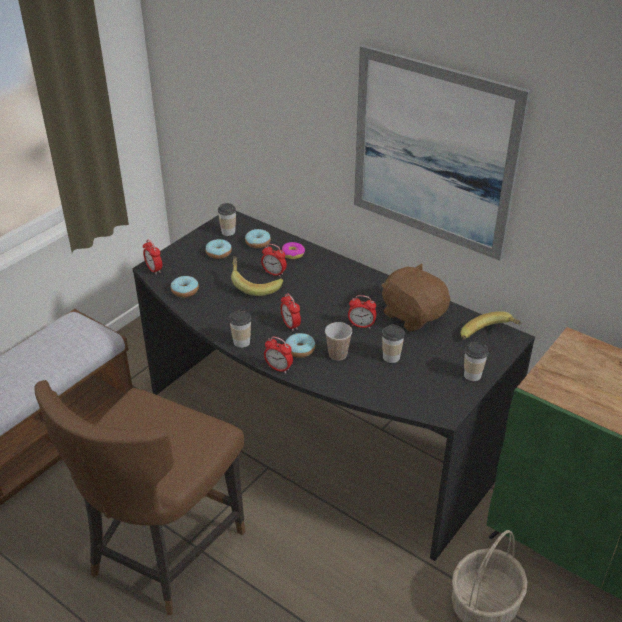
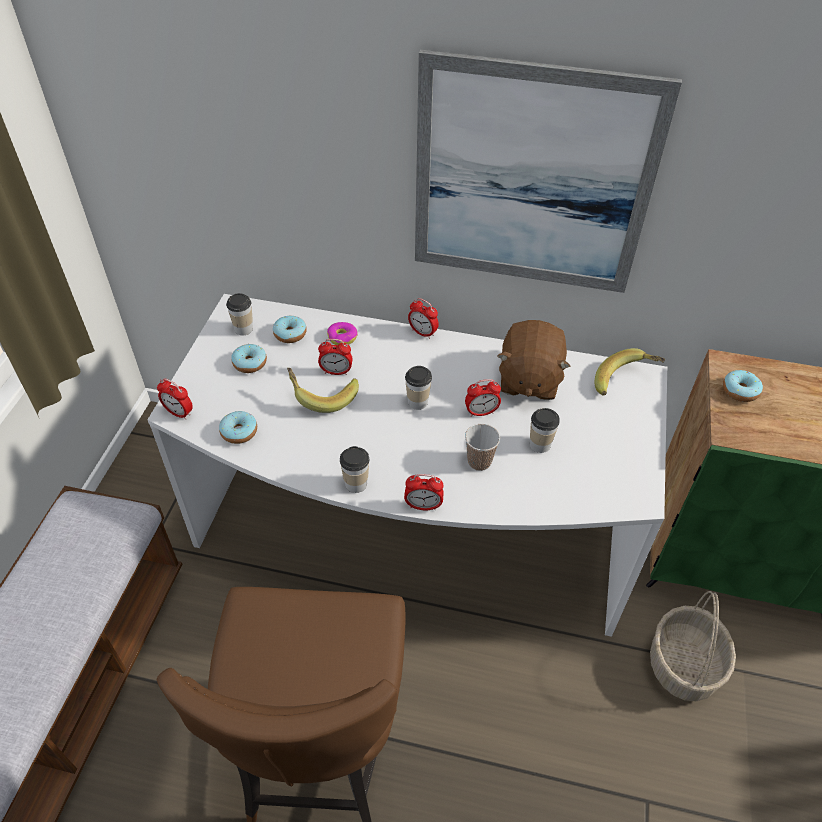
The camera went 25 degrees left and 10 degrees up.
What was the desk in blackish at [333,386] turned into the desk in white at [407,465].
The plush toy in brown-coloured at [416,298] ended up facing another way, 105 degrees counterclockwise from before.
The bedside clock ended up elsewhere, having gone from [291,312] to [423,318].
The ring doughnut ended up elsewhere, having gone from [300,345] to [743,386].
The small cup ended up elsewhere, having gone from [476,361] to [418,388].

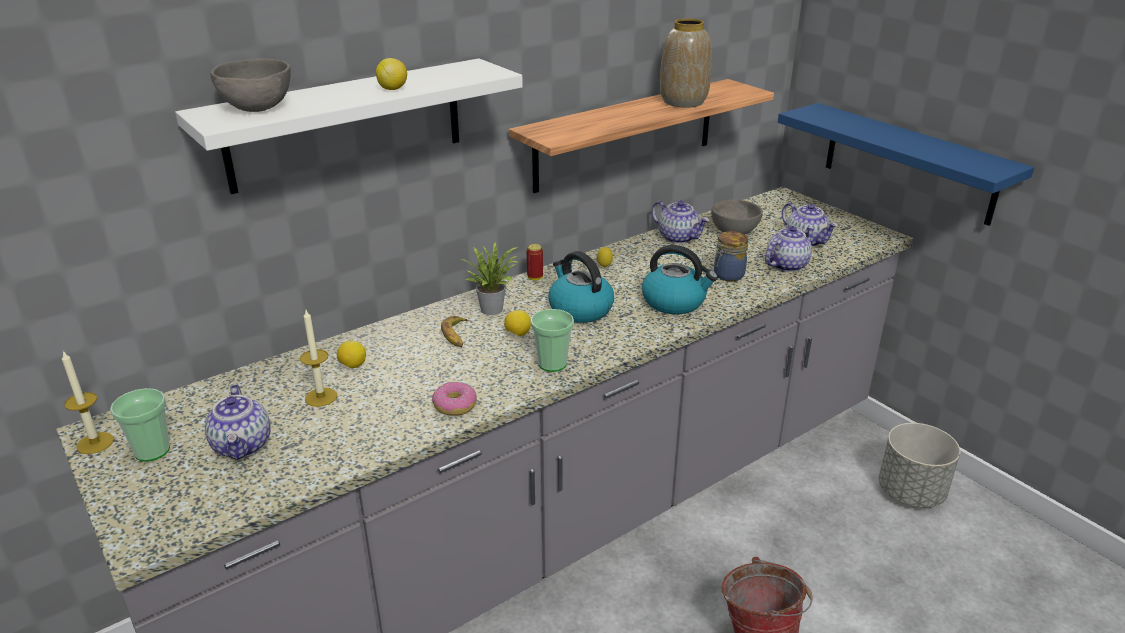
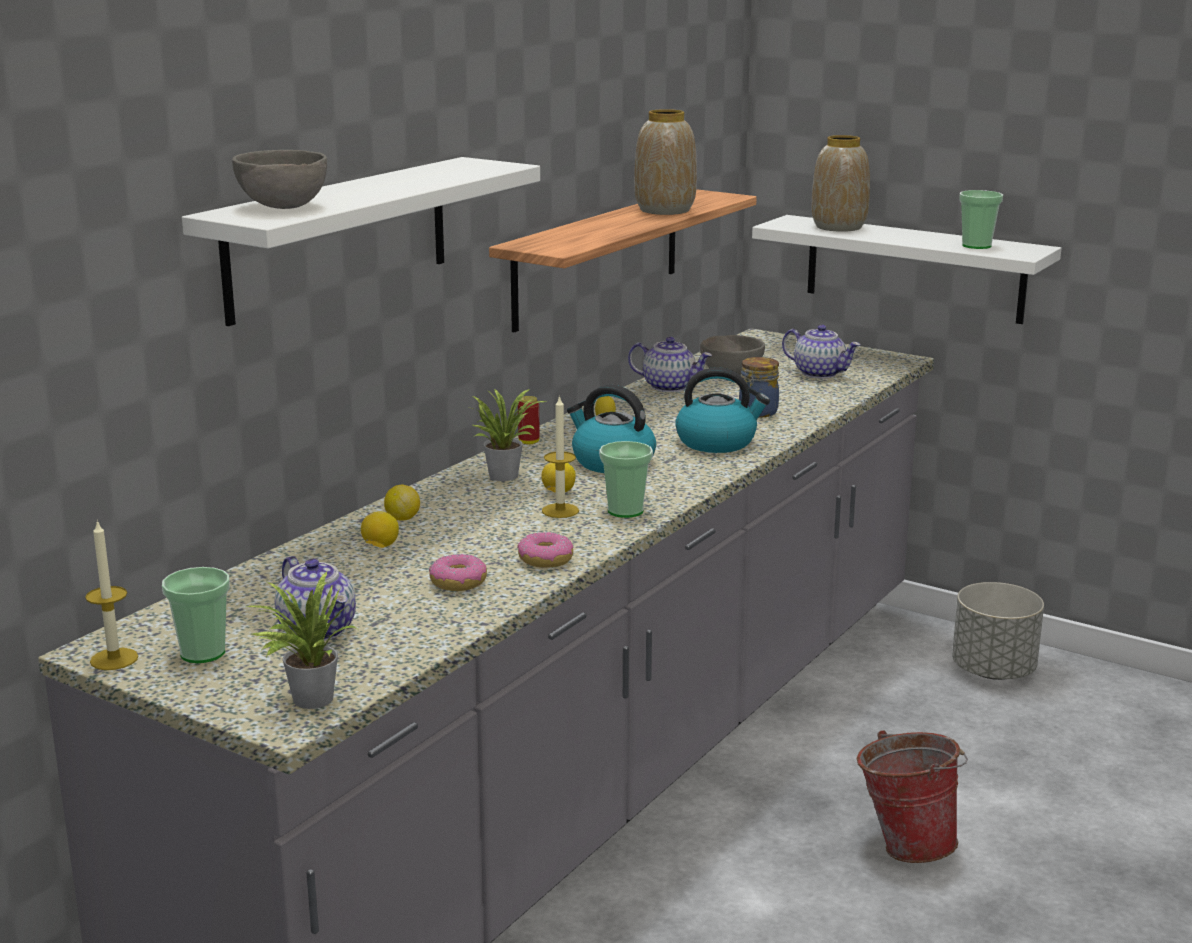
The camera went 20 degrees left and 10 degrees down.
The citrus fruit ended up elsewhere, having gone from [391,74] to [402,503].
What was the wall shelf in blue-coloured at [906,164] turned into the wall shelf in white at [906,269].
The second view lost the teapot at [790,249].
The wax light ended up elsewhere, having gone from [318,358] to [560,456].
The second view lost the banana at [454,331].
The second view gained the decorative vase at [841,183].
The second view gained the small cup at [981,219].
The second view gained the ring doughnut at [458,572].
The second view gained the plant in a pot at [300,640].

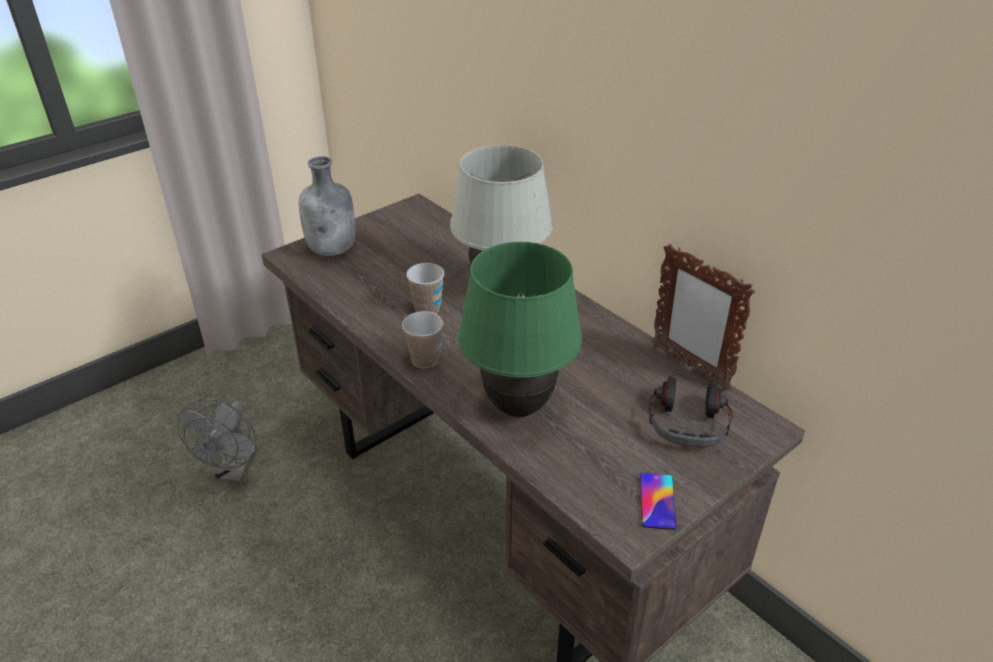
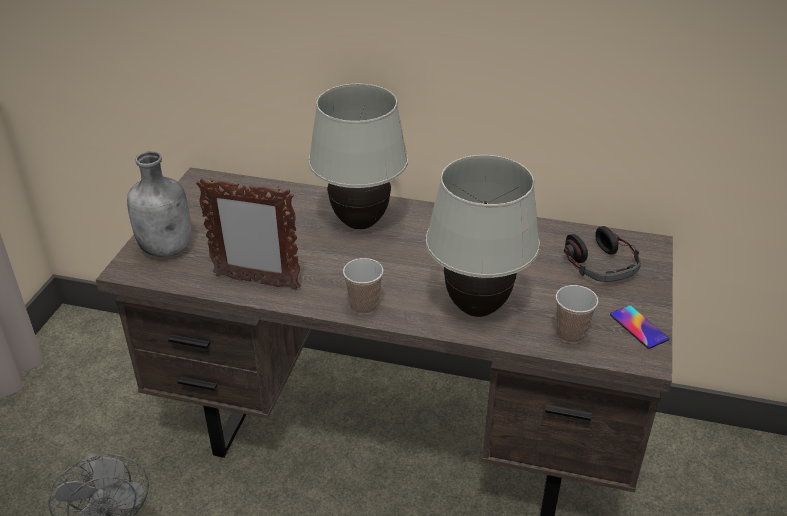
The camera went 35 degrees left and 0 degrees up.
What was the table lamp in greenish at [520,329] turned into the table lamp in white at [483,236].
The photo frame ended up elsewhere, having gone from [703,317] to [248,234].
The small cup ended up elsewhere, having gone from [425,288] to [577,314].

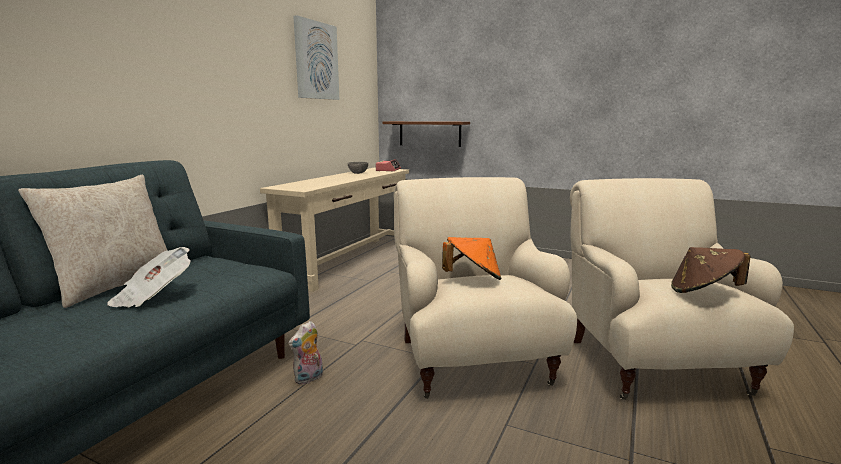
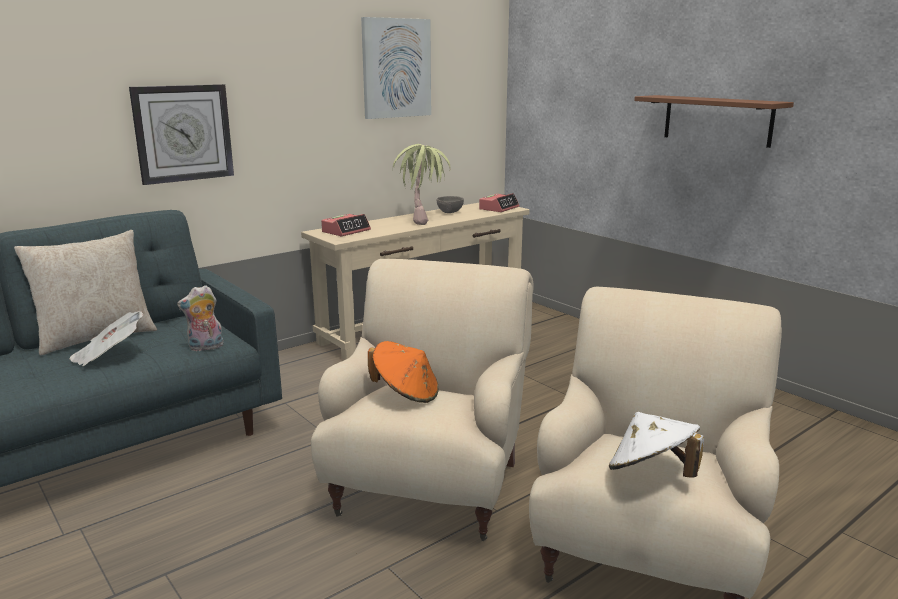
The camera went 25 degrees right and 5 degrees up.
The wall shelf in brown-coloured ended up elsewhere, having gone from [426,134] to [714,121].
What was the wearable hat in brown-coloured at [711,270] turned into the wearable hat in white at [656,445].
The plush toy ended up elsewhere, having gone from [305,353] to [200,318].
The second view gained the clock on the wall at [181,134].
The second view gained the plant in a pot at [421,184].
The second view gained the bedside clock at [346,225].

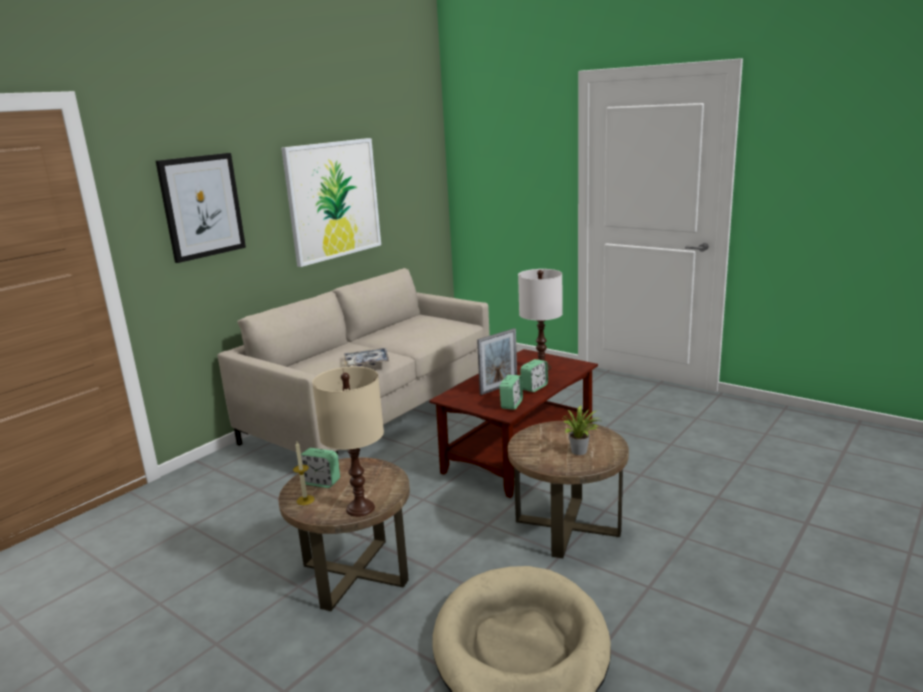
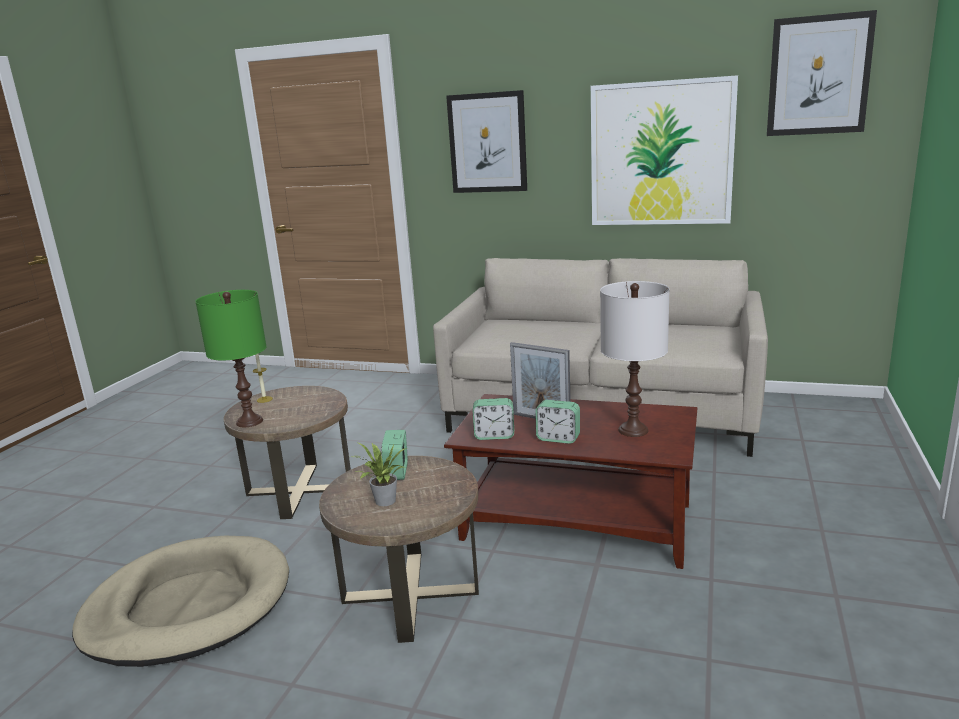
The camera went 70 degrees right and 0 degrees up.
The second view lost the tray at [366,357].
What was the table lamp in beige at [348,442] turned into the table lamp in greenish at [231,358].
The bedside clock ended up elsewhere, having gone from [320,468] to [395,455].
The second view gained the wall picture at [822,73].

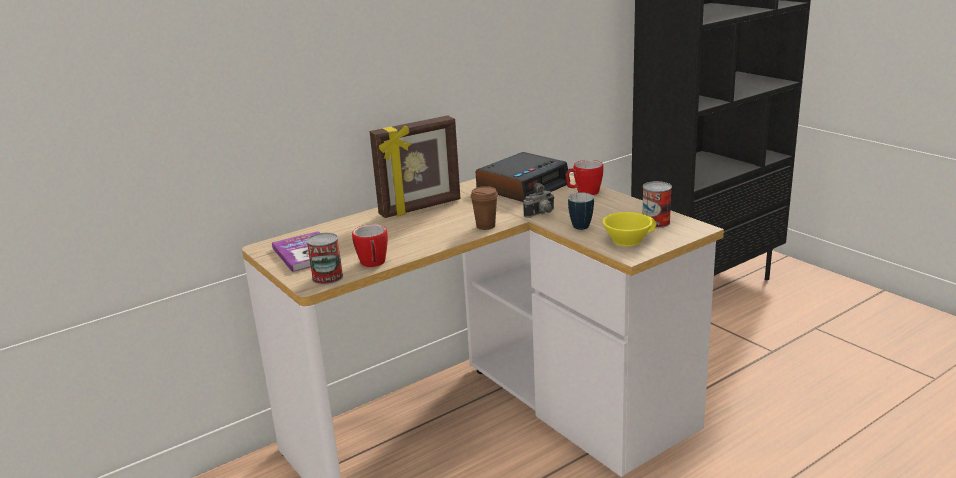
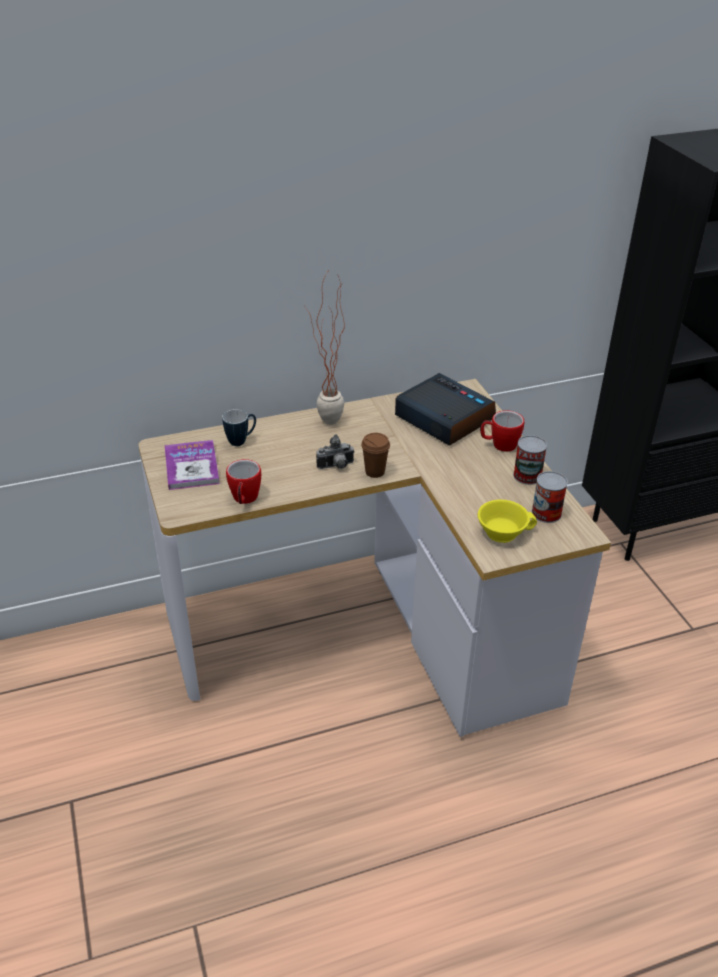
The camera went 15 degrees right and 15 degrees up.
Where the photo frame stood at [415,166], the plant in a pot came to stand at [325,347].
The bedside clock at [522,177] ended up facing another way, 105 degrees counterclockwise from before.
The still camera ended up elsewhere, having gone from [538,200] to [335,452].
The tea mug ended up elsewhere, having gone from [581,211] to [239,427].
The can ended up elsewhere, having gone from [324,258] to [530,460].

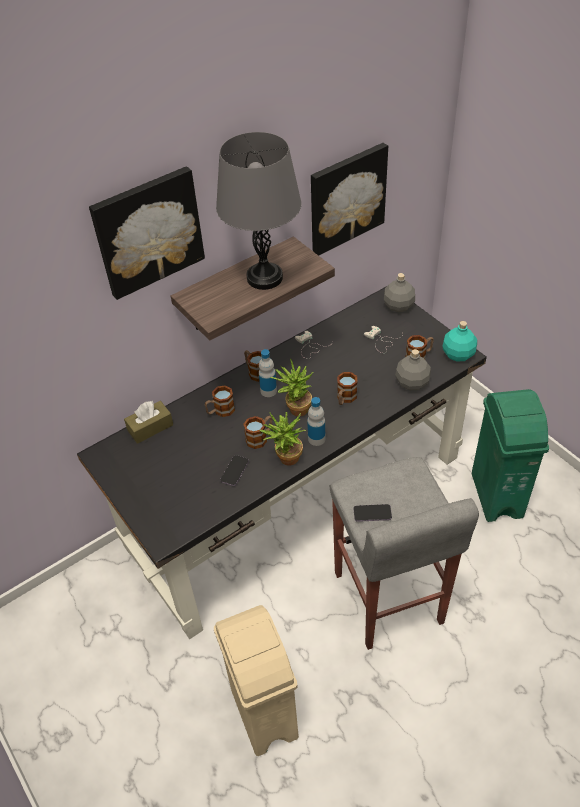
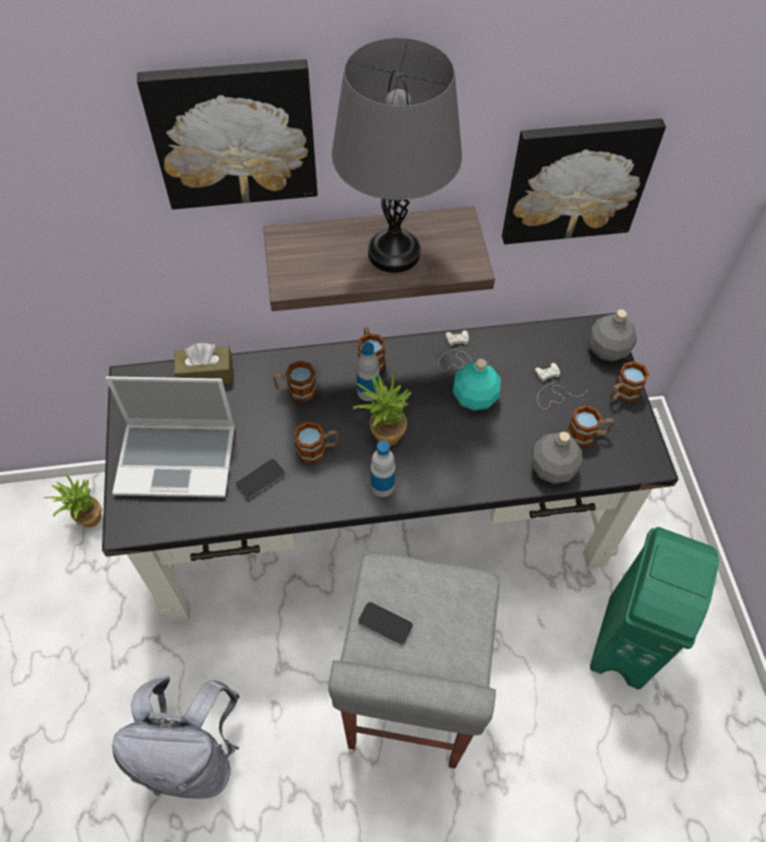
The camera went 25 degrees right and 10 degrees up.
The beverage bottle in turquoise-coloured ended up elsewhere, having gone from [459,341] to [477,385].
The tea mug ended up elsewhere, having gone from [347,388] to [630,382].
The plant in a pot ended up elsewhere, having gone from [282,439] to [73,500].
Where the waste bin in beige stood at [256,680], the knapsack in grey came to stand at [176,737].
The second view gained the notebook computer at [170,437].

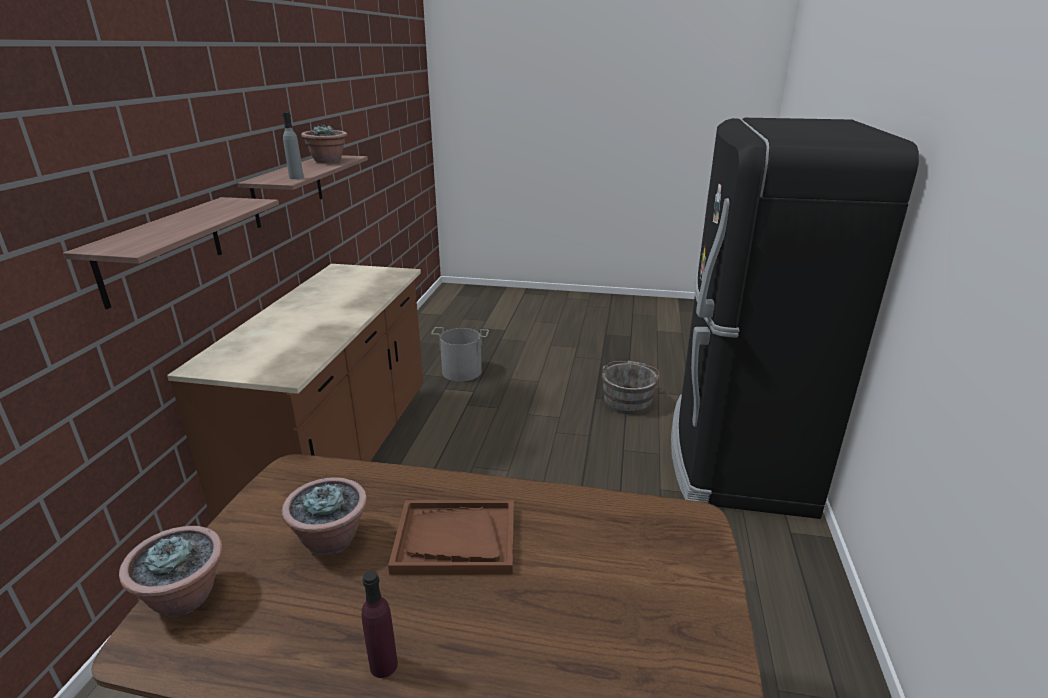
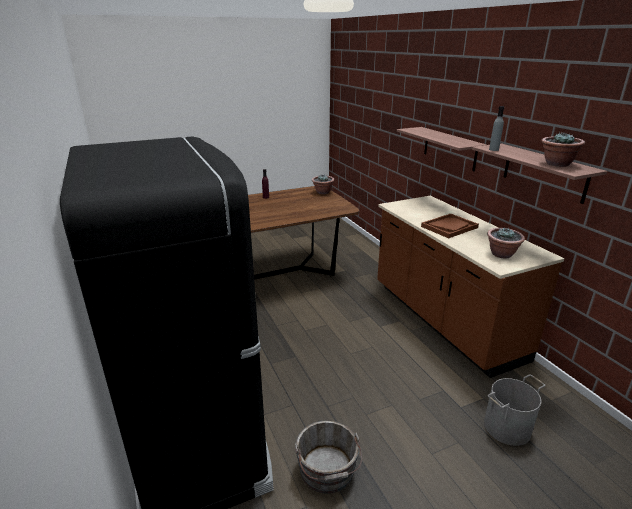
The camera went 145 degrees right and 0 degrees up.
The plant in a pot ended up elsewhere, having gone from [324,516] to [506,243].
The tray in brown-coloured ended up elsewhere, having gone from [451,537] to [450,226].

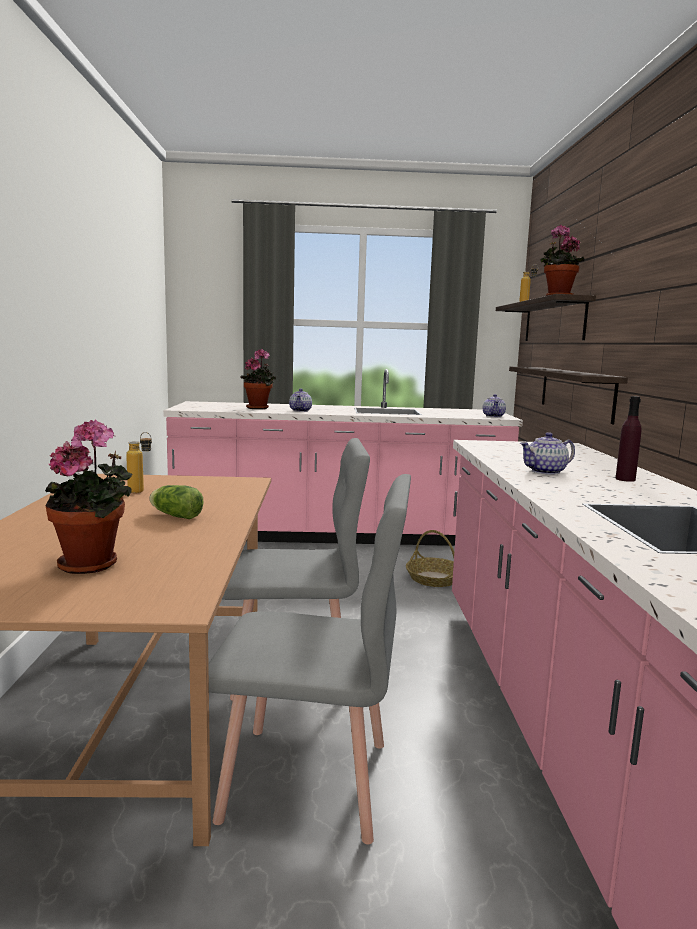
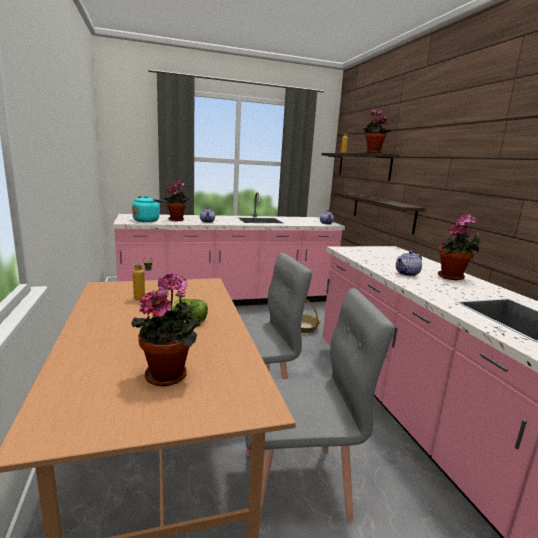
The camera went 15 degrees left and 5 degrees up.
Where the beverage bottle in purple-coloured stood at [628,439], the plant in a pot came to stand at [459,247].
The second view gained the tea kettle in turquoise-coloured at [148,209].

